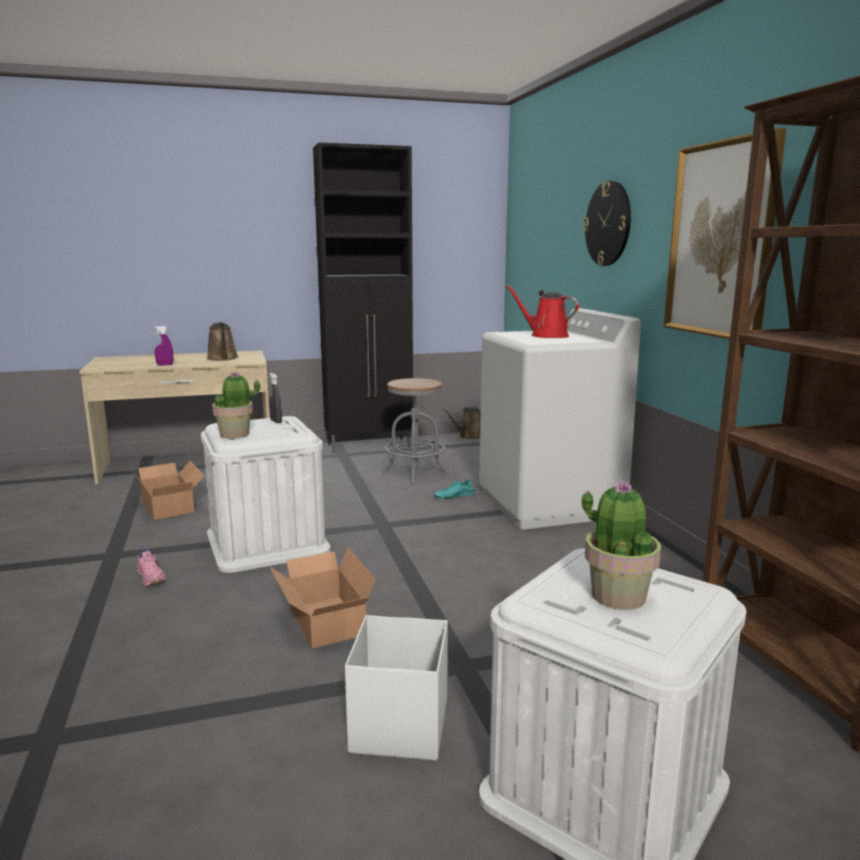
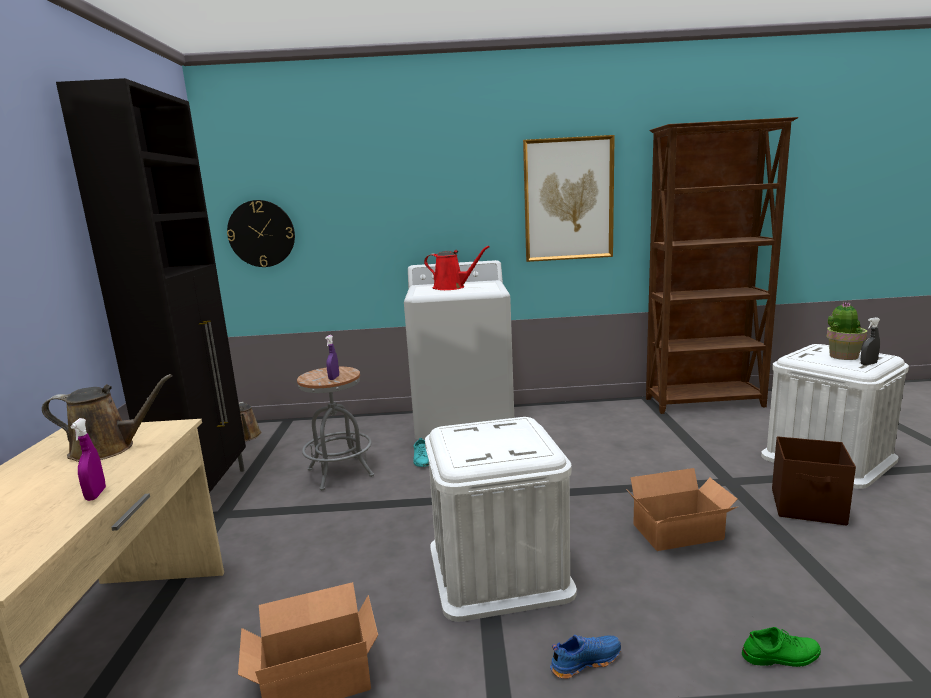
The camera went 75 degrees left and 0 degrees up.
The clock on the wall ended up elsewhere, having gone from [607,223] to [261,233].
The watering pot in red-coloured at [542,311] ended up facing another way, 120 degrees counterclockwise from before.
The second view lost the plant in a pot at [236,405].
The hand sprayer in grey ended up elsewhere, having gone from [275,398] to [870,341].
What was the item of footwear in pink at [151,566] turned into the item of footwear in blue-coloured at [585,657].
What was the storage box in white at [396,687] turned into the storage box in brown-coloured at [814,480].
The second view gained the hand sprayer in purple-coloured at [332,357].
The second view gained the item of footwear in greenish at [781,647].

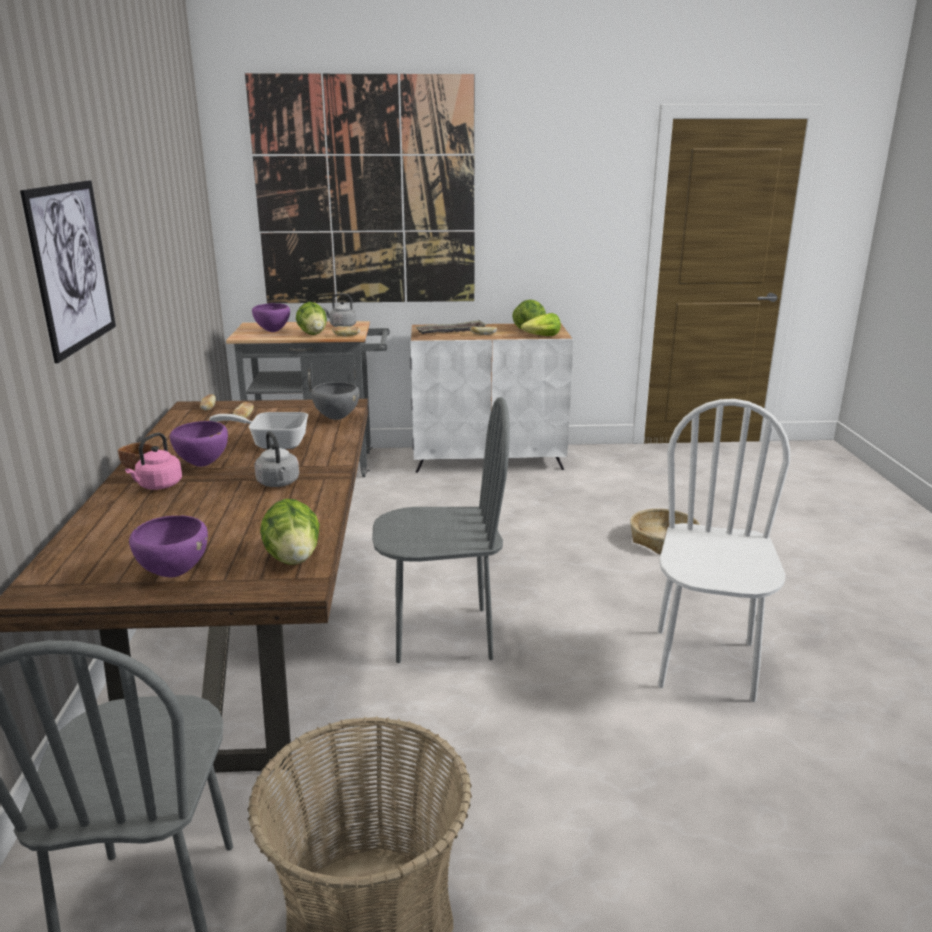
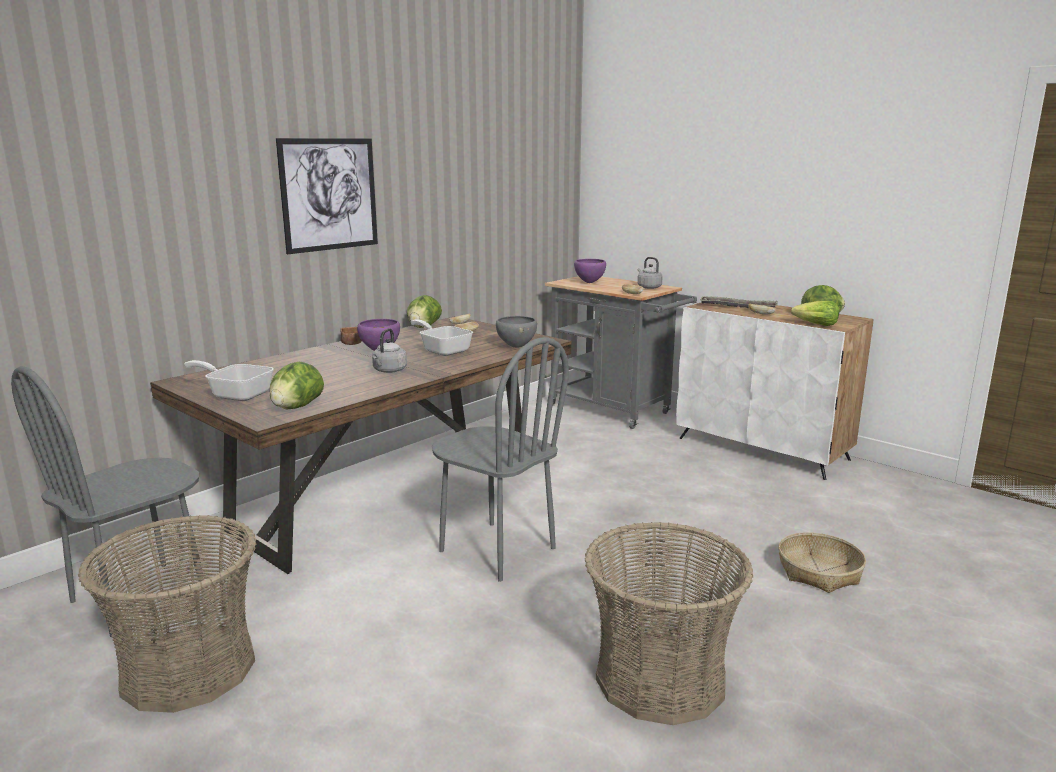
The camera went 45 degrees right and 5 degrees down.
The second view lost the wall picture at [360,188].
The lettuce head ended up elsewhere, having gone from [311,318] to [424,311].
Where the upright chair in white stood at [724,550], the household basket came to stand at [668,623].
The second view lost the tea kettle in pink at [153,461].
Where the bowl in purple-coloured stood at [168,546], the skillet came to stand at [229,380].

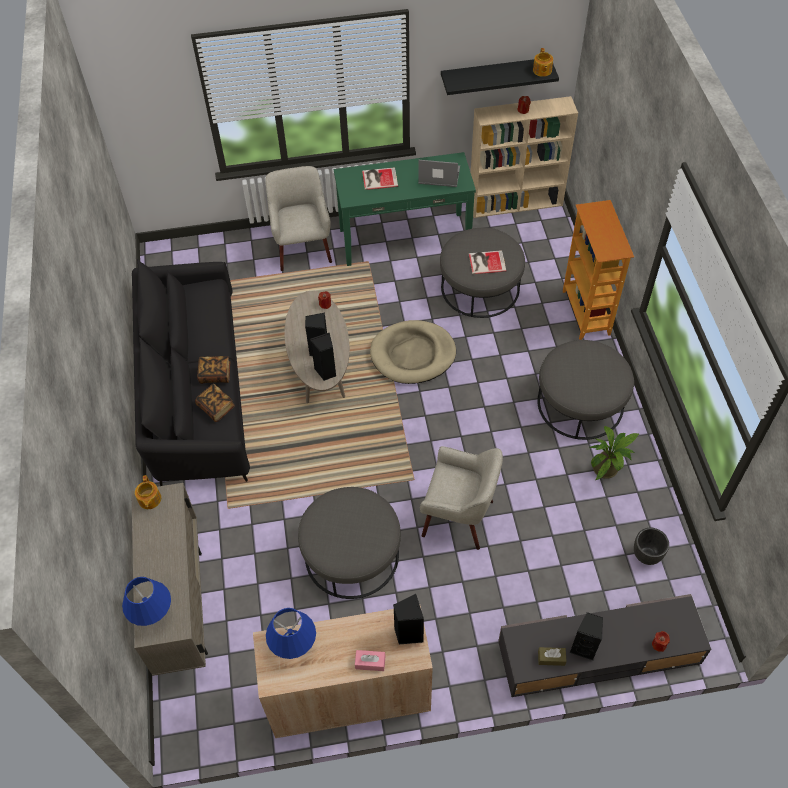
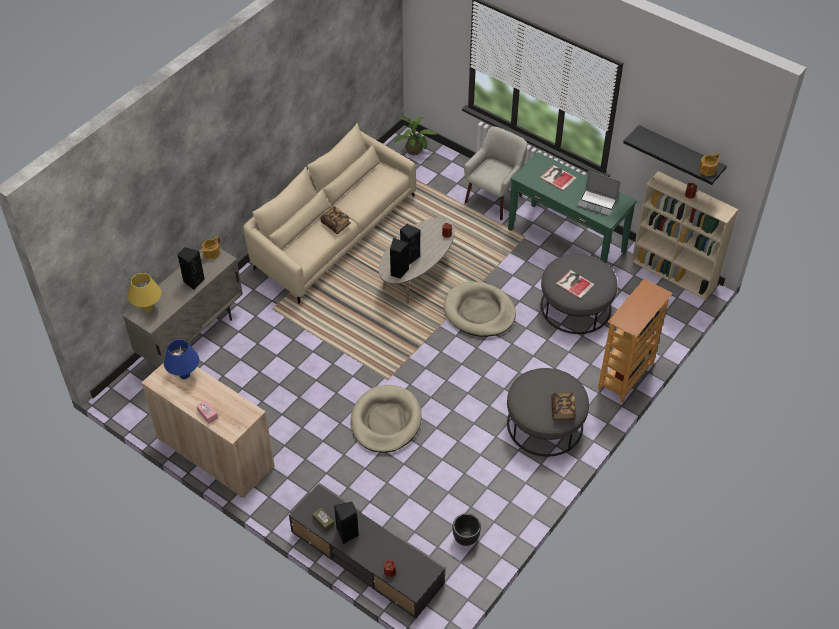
The camera went 45 degrees right and 5 degrees down.
The notebook computer at [439,173] ended up facing another way, 150 degrees clockwise from before.
What was the couch in blackish at [191,372] turned into the couch in beige at [329,213].
The volume ended up elsewhere, having gone from [215,403] to [563,406].
The plant in a pot ended up elsewhere, having gone from [614,453] to [415,136].
Where the armchair in beige stood at [461,498], the dog cushion in beige came to stand at [386,419].
The second view lost the pouffe in grey at [349,543].
What was the table lamp in blue-coloured at [146,601] turned into the table lamp in yellow at [144,292].
The loudspeaker in blackish ended up elsewhere, having gone from [408,619] to [190,268].

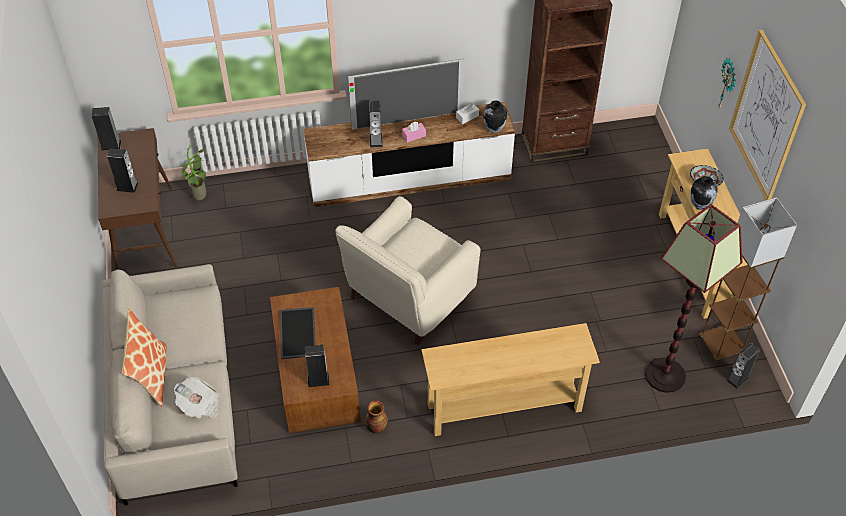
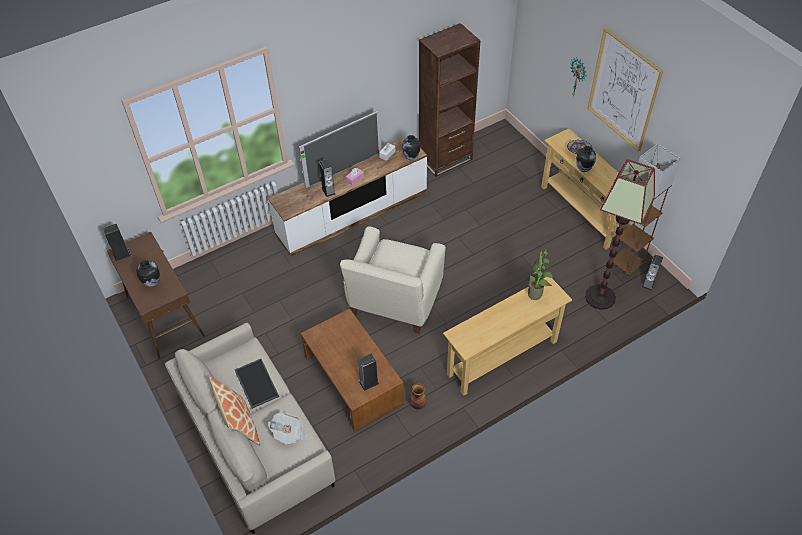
The camera went 20 degrees left and 0 degrees up.
The plant in a pot ended up elsewhere, having gone from [194,172] to [541,274].
Where the loudspeaker stood at [123,170], the decorative vase came to stand at [148,273].
The tray ended up elsewhere, having gone from [298,333] to [257,384].

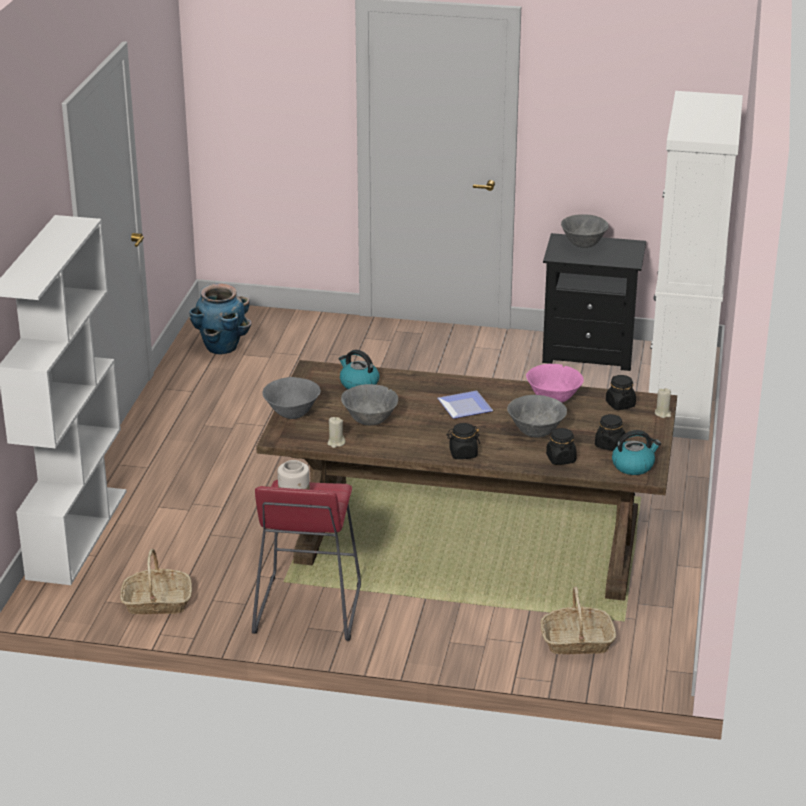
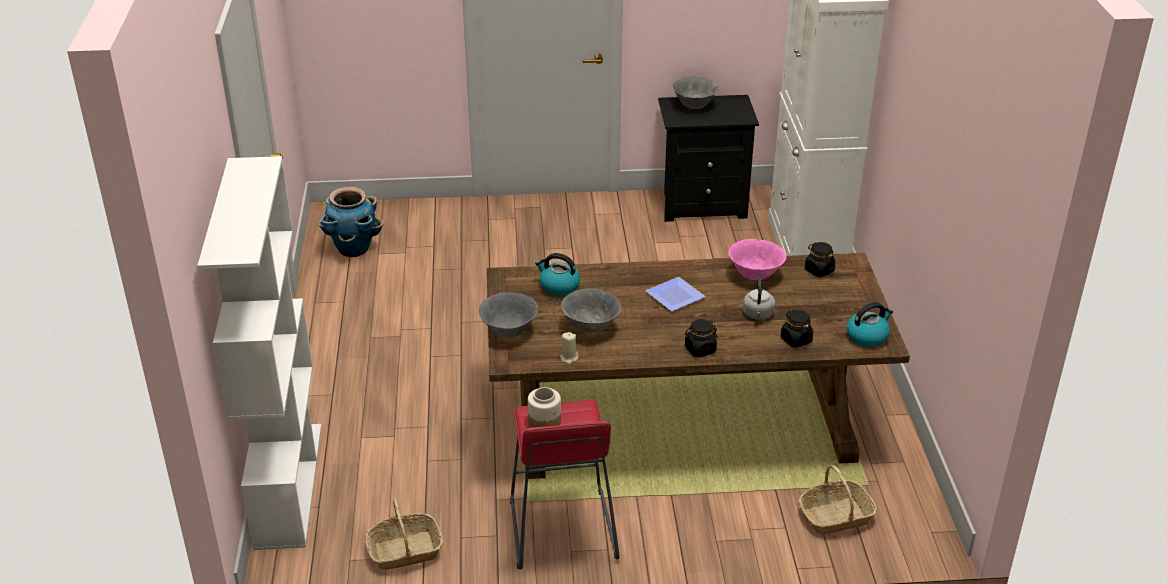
The camera went 15 degrees left and 5 degrees up.
The second view lost the wax light in beige at [663,403].
Where the bowl in grey stood at [537,416], the tea kettle in grey came to stand at [759,299].
The second view lost the jar in blackish at [610,432].

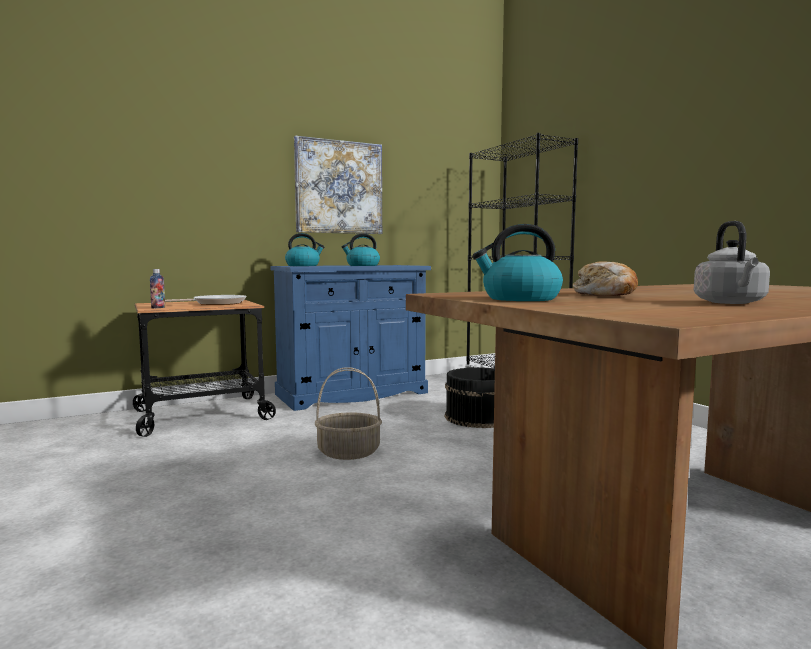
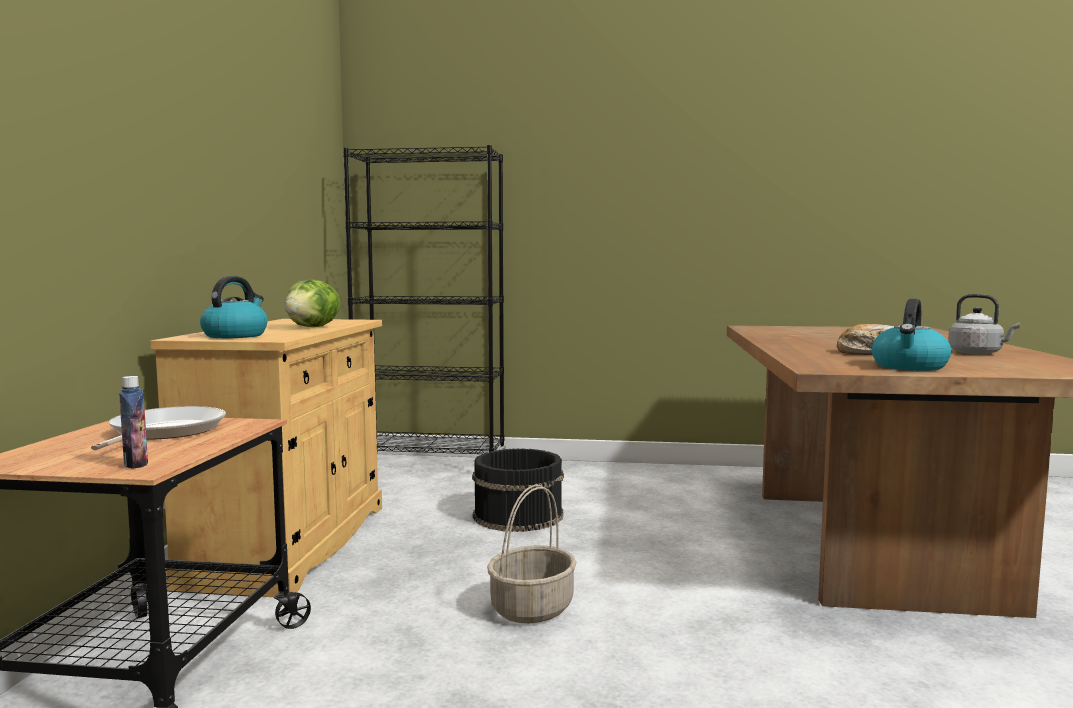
The camera went 55 degrees left and 0 degrees up.
The second view lost the wall picture at [338,184].
Where the tea kettle stood at [360,249], the lettuce head came to stand at [312,303].
What was the cabinet in blue-coloured at [350,338] turned into the cabinet in beige at [266,458].

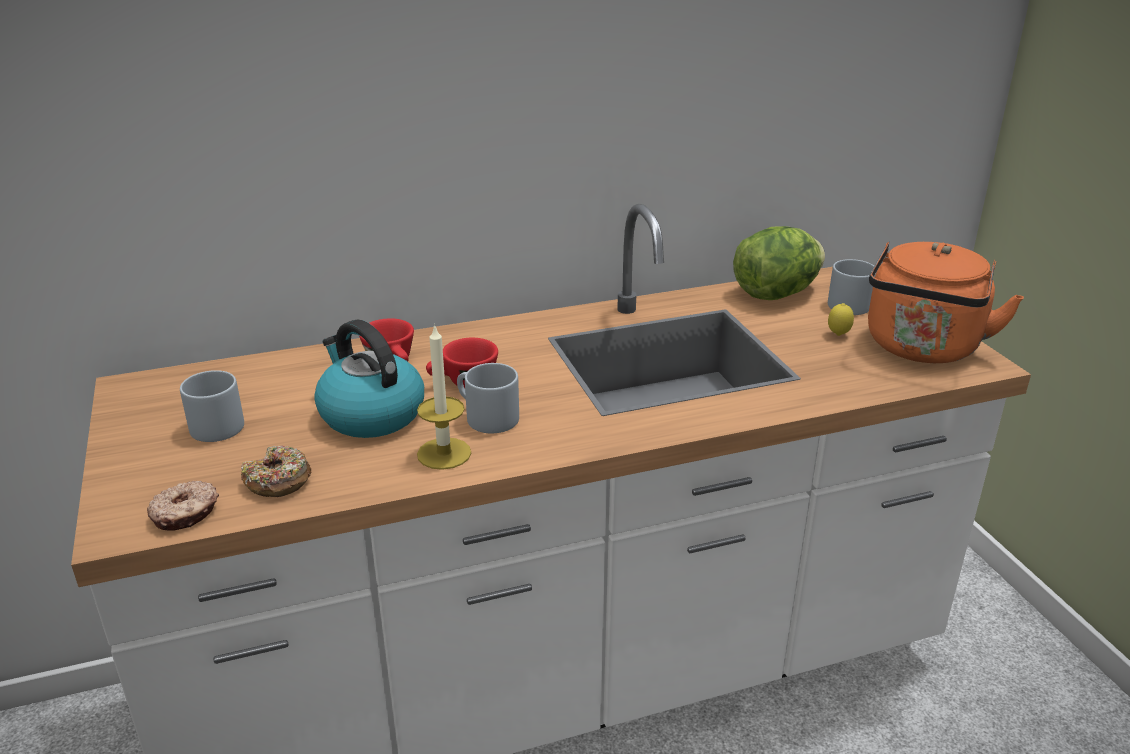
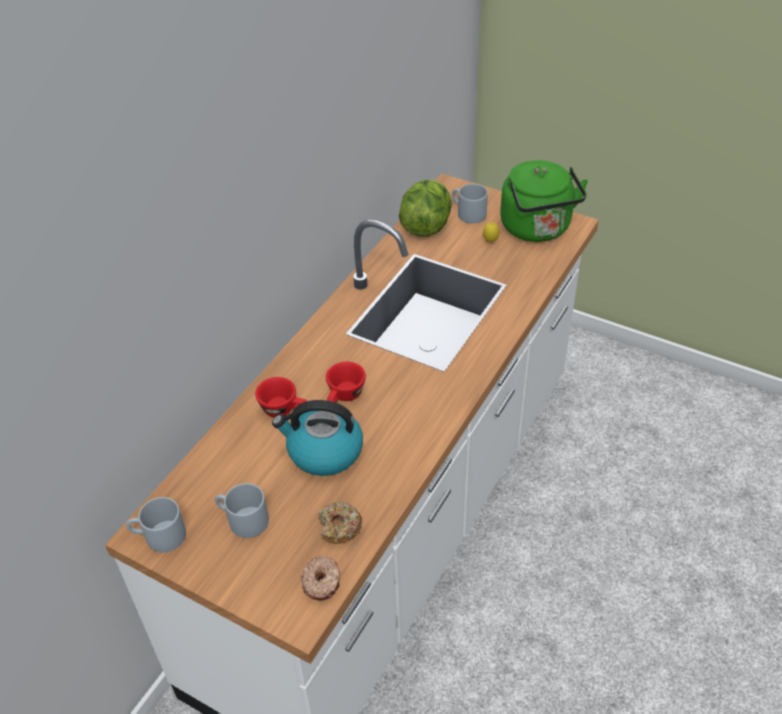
The camera went 40 degrees left and 15 degrees up.
What was the tea kettle in orangey at [946,302] turned into the tea kettle in greenish at [544,201].
The second view lost the wax light at [444,397].
The tea mug in grey ended up elsewhere, having gone from [488,398] to [156,524].

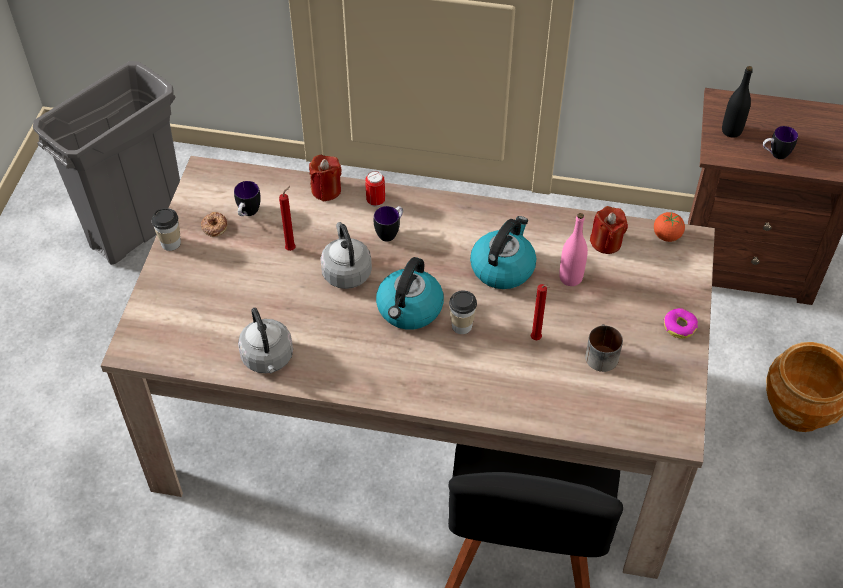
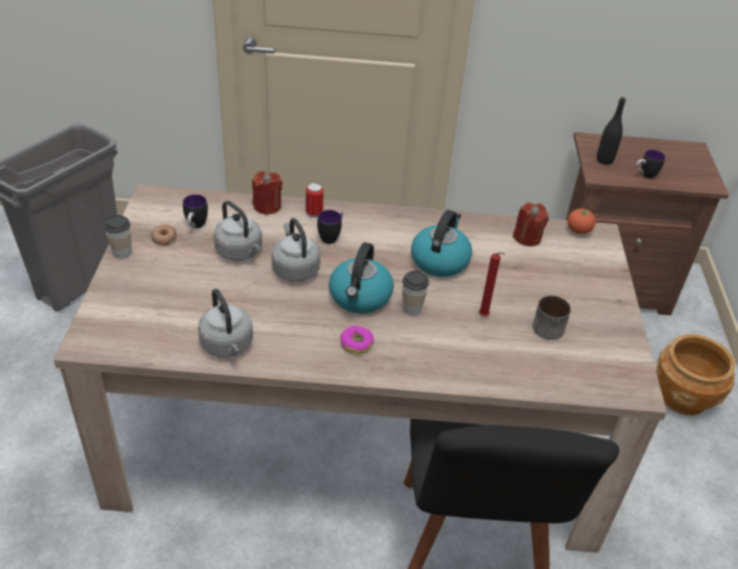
The camera went 10 degrees left and 10 degrees down.
Where the wax light in red-coloured stood at [287,218], the tea kettle in grey came to stand at [238,231].
The second view lost the beverage bottle in pink at [573,249].
The ring doughnut ended up elsewhere, having gone from [680,323] to [357,340].

